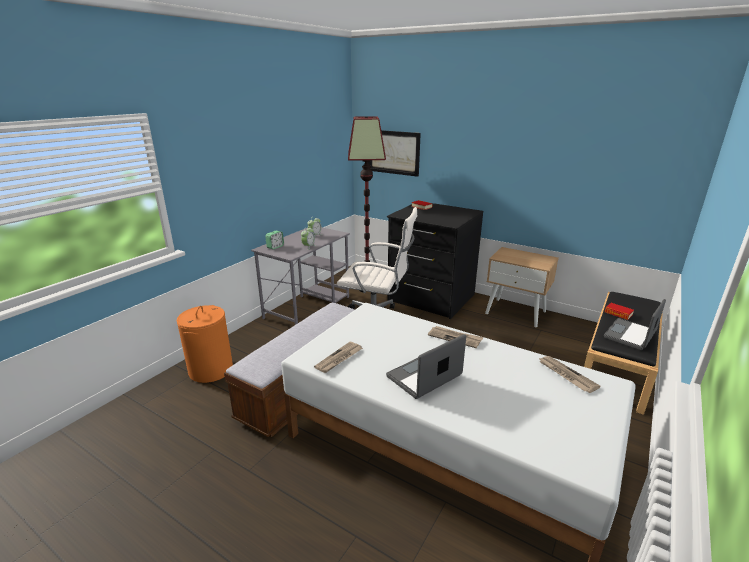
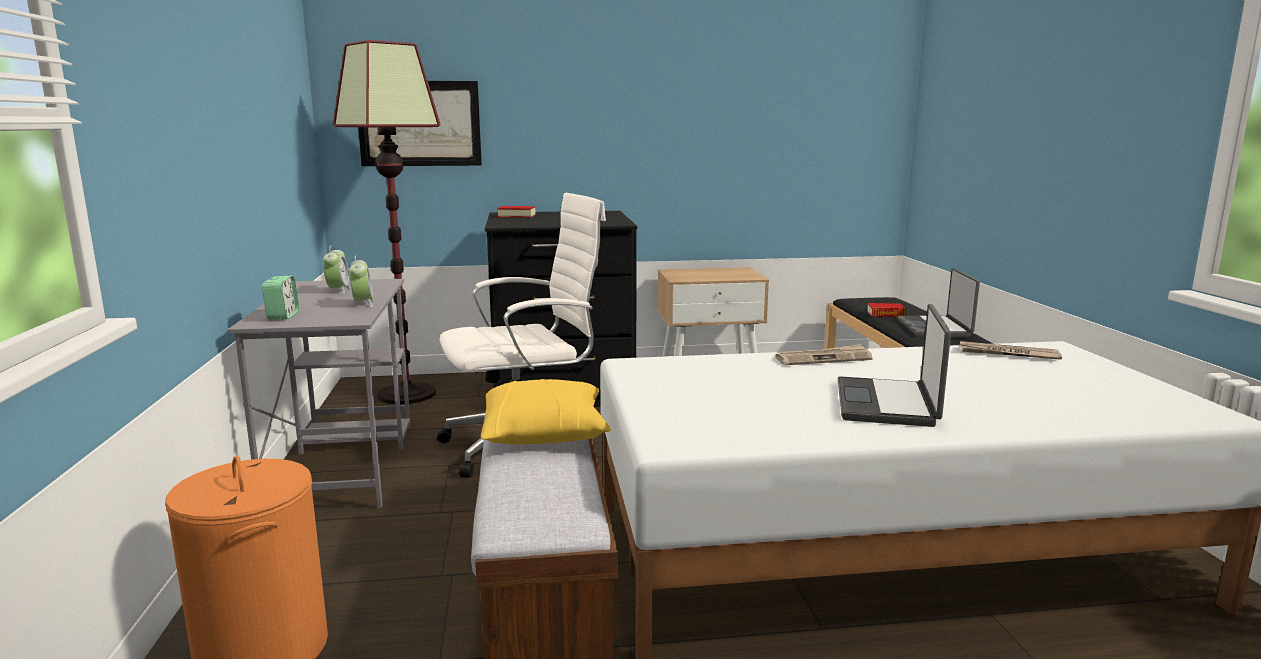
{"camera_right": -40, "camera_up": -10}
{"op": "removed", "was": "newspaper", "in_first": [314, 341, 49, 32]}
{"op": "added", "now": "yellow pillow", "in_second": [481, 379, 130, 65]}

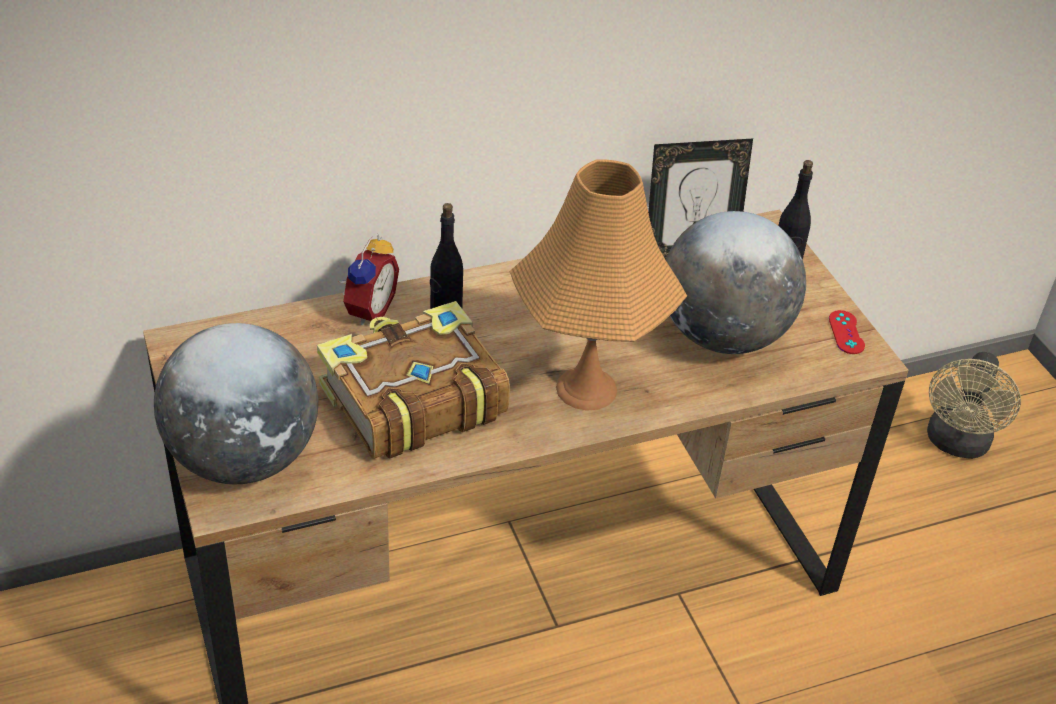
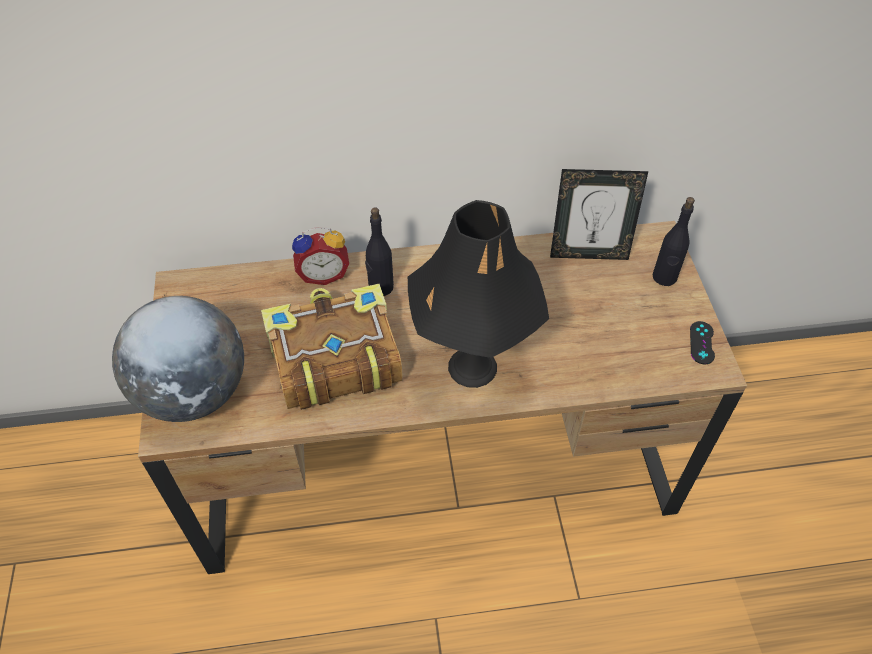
{"camera_right": 15, "camera_up": 10}
{"op": "recoloured", "was": "orange table lamp", "now": "black table lamp", "in_first": [509, 159, 178, 252], "in_second": [408, 200, 141, 188]}
{"op": "removed", "was": "globe", "in_first": [666, 211, 140, 143]}
{"op": "turned", "was": "alarm clock", "in_first": [339, 233, 60, 92], "in_second": [292, 227, 57, 58], "clockwise": 45}
{"op": "recoloured", "was": "red game controller", "now": "black game controller", "in_first": [829, 310, 36, 44], "in_second": [690, 321, 25, 43]}
{"op": "removed", "was": "beige fan", "in_first": [927, 352, 94, 107]}

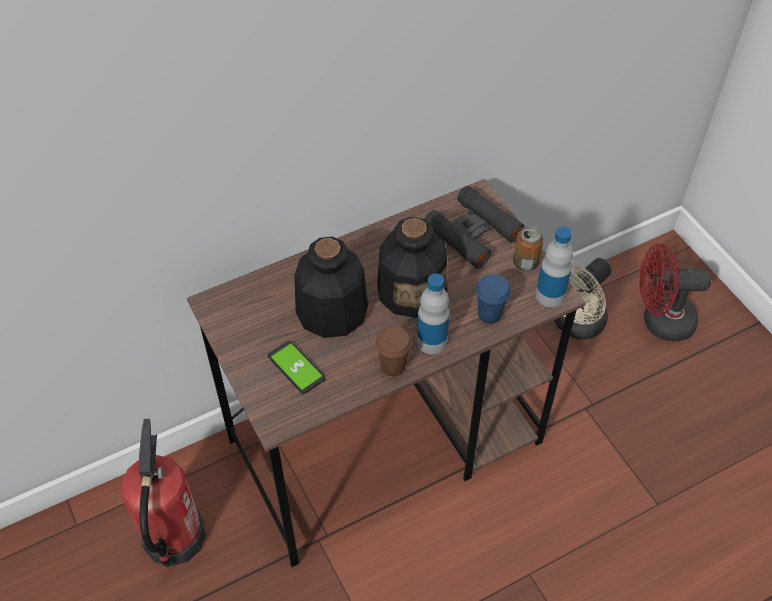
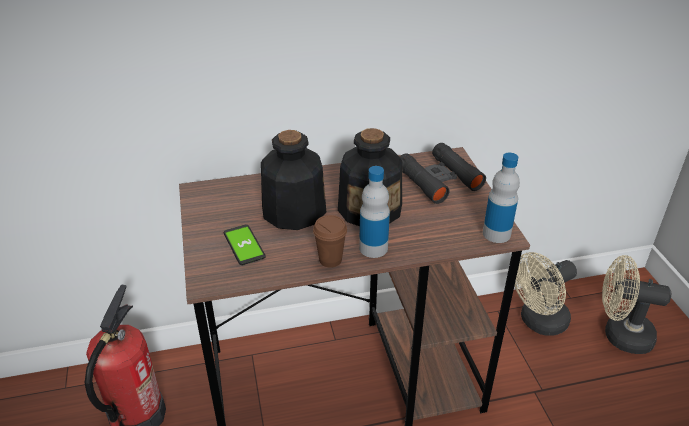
{"camera_right": 15, "camera_up": -15}
{"op": "removed", "was": "can", "in_first": [513, 226, 31, 45]}
{"op": "recoloured", "was": "red fan", "now": "beige fan", "in_first": [639, 244, 72, 98], "in_second": [602, 255, 69, 99]}
{"op": "removed", "was": "blue cup", "in_first": [476, 274, 35, 50]}

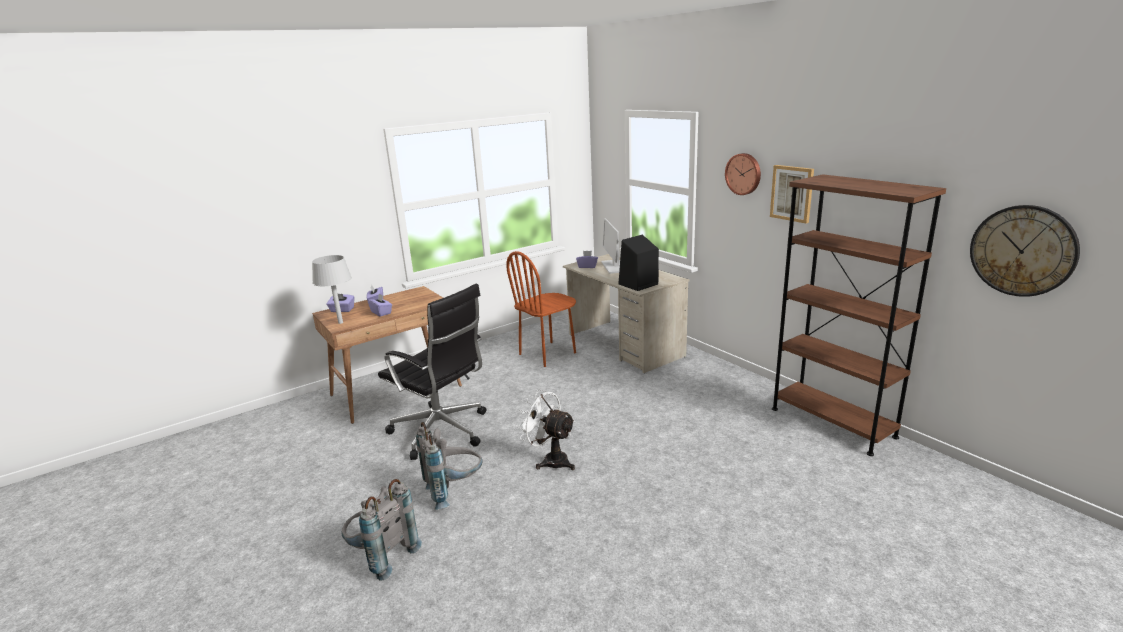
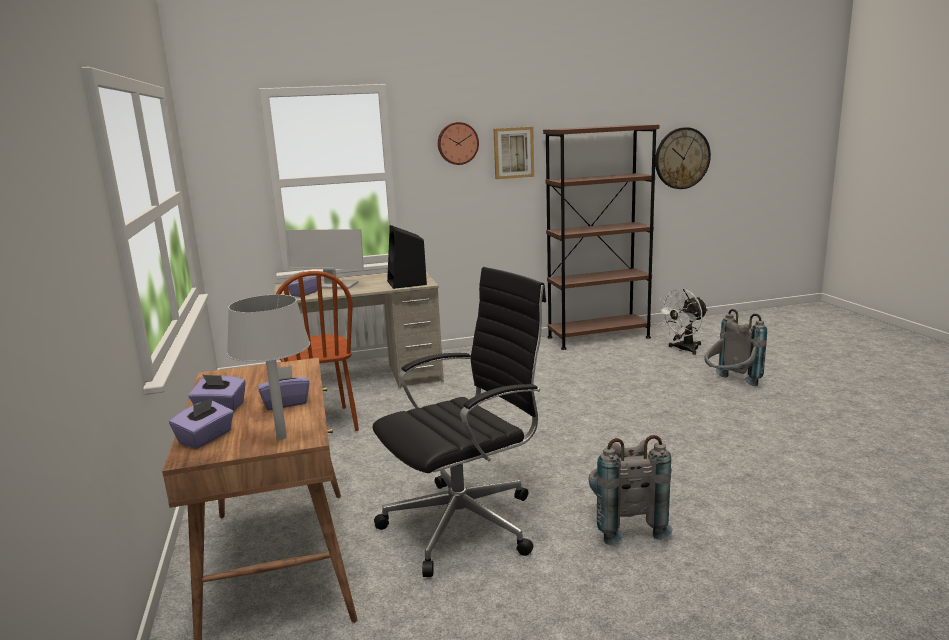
{"camera_right": -70, "camera_up": -5}
{"op": "moved", "was": "white fan", "in_first": [517, 389, 58, 81], "in_second": [657, 289, 51, 66]}
{"op": "moved", "was": "grey backpack", "in_first": [342, 479, 80, 102], "in_second": [704, 309, 63, 77]}

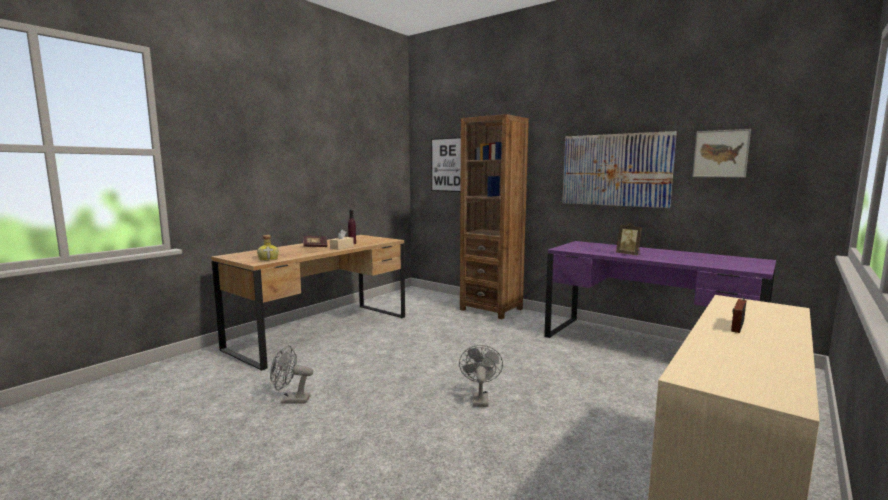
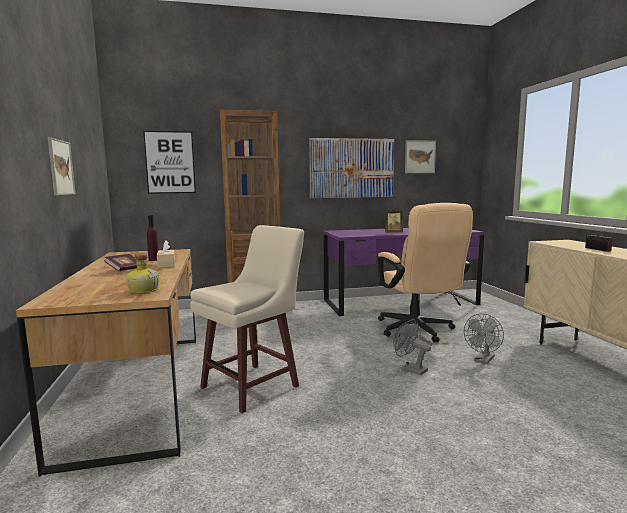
{"camera_right": -50, "camera_up": 0}
{"op": "moved", "was": "grey fan", "in_first": [270, 345, 43, 58], "in_second": [464, 313, 40, 51]}
{"op": "added", "now": "picture", "in_second": [48, 137, 27, 58]}
{"op": "added", "now": "beige office chair", "in_second": [378, 203, 95, 140]}
{"op": "added", "now": "beige stool", "in_second": [190, 225, 114, 188]}

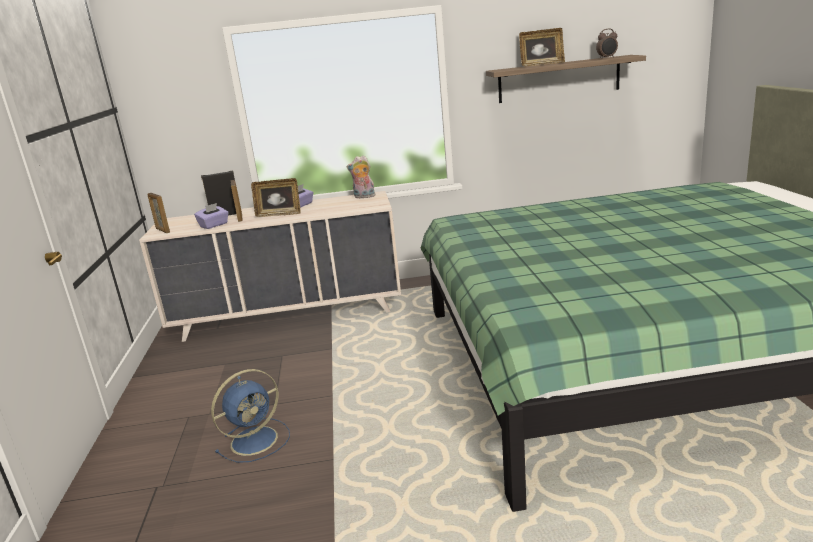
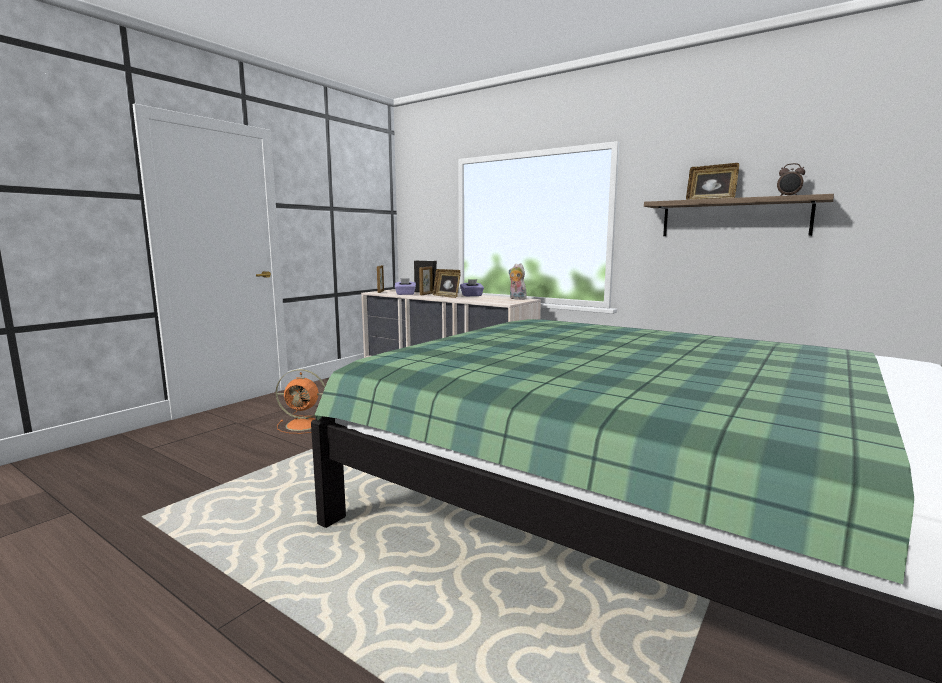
{"camera_right": 40, "camera_up": -10}
{"op": "recoloured", "was": "blue fan", "now": "orange fan", "in_first": [211, 369, 79, 94], "in_second": [276, 369, 49, 65]}

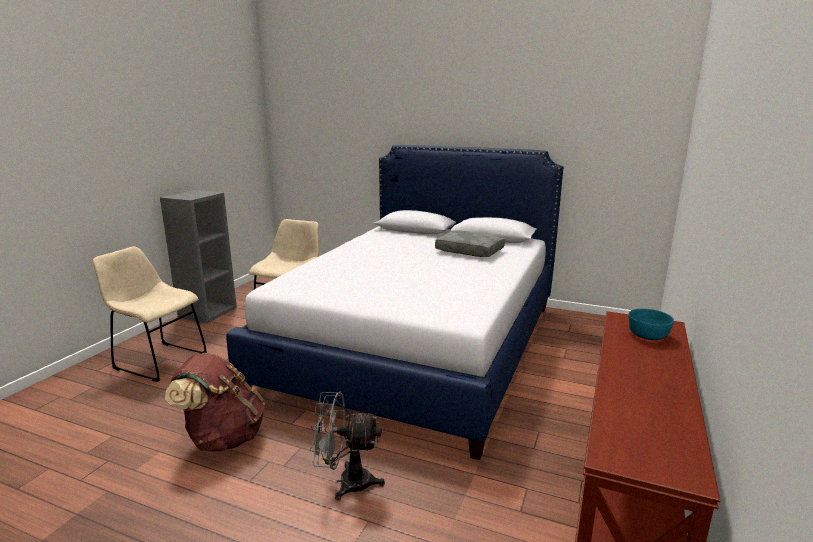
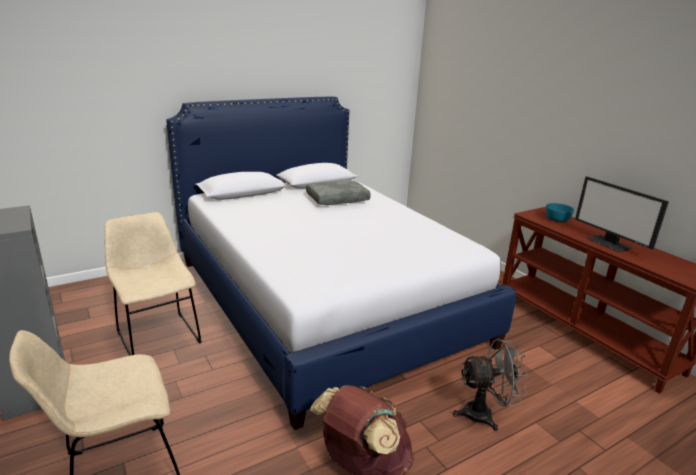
{"camera_right": -55, "camera_up": 5}
{"op": "turned", "was": "grey fan", "in_first": [310, 392, 75, 109], "in_second": [453, 339, 76, 92], "clockwise": -135}
{"op": "added", "now": "monitor", "in_second": [575, 176, 94, 76]}

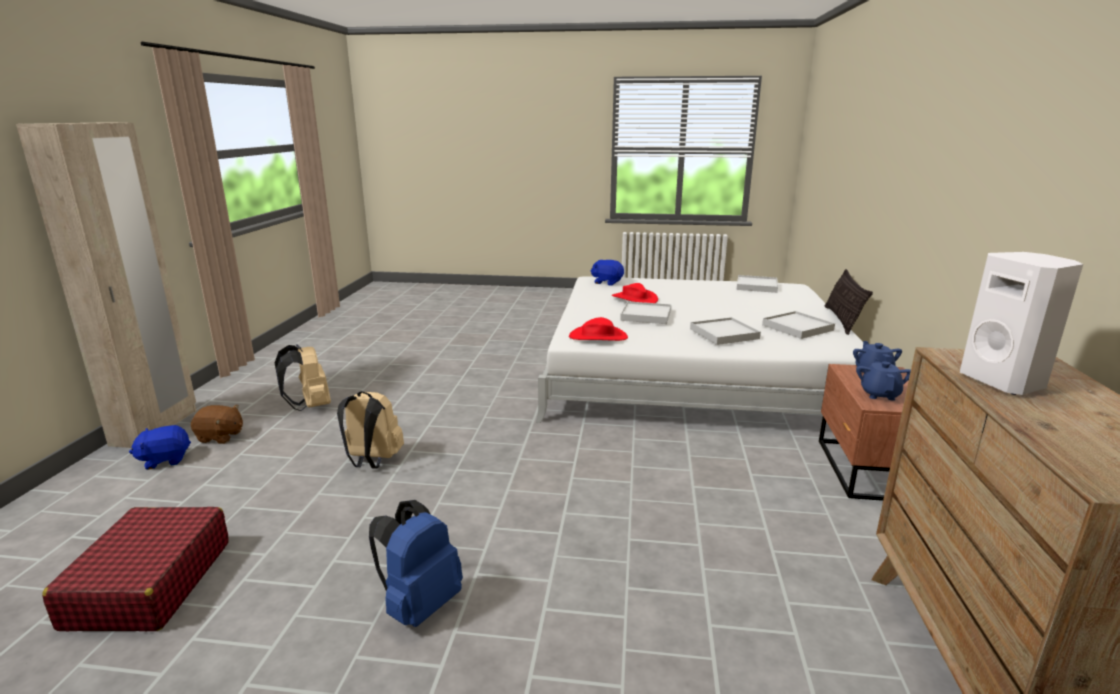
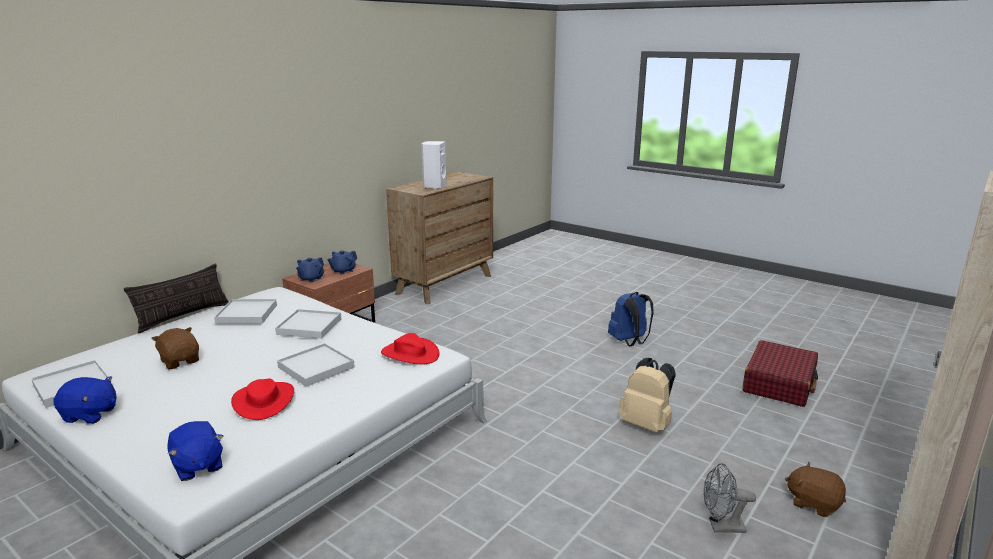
{"camera_right": -150, "camera_up": 0}
{"op": "replaced", "was": "beige backpack", "now": "grey fan", "in_first": [275, 344, 56, 67], "in_second": [704, 463, 52, 70]}
{"op": "moved", "was": "blue plush toy", "in_first": [129, 425, 62, 45], "in_second": [53, 376, 63, 48]}
{"op": "added", "now": "brown plush toy", "in_second": [151, 327, 48, 43]}

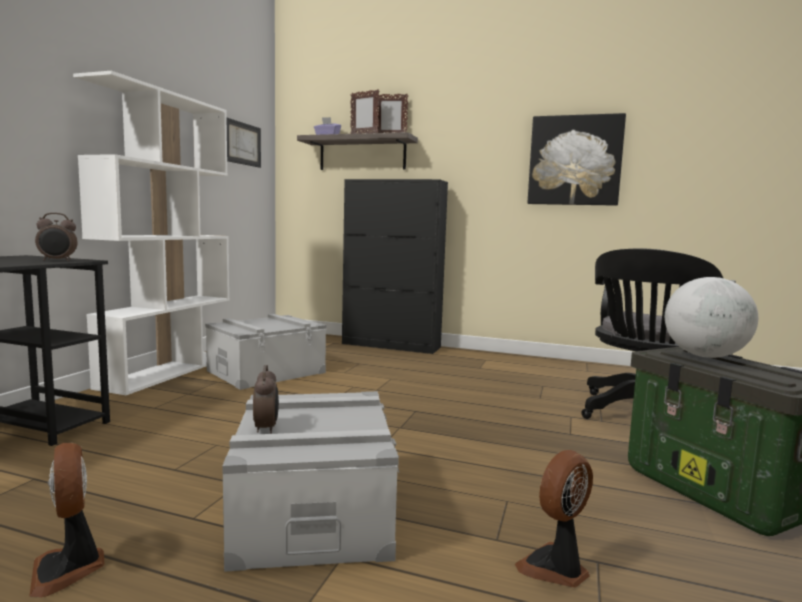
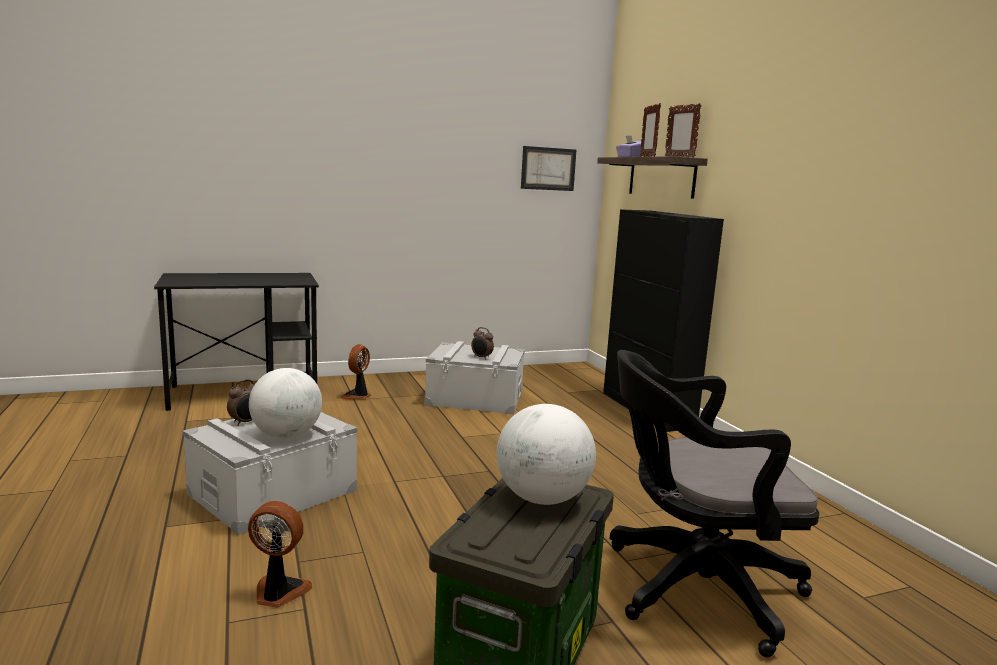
{"camera_right": 50, "camera_up": 5}
{"op": "removed", "was": "white bookcase", "in_first": [73, 71, 156, 324]}
{"op": "removed", "was": "picture", "in_first": [527, 113, 99, 93]}
{"op": "moved", "was": "alarm clock", "in_first": [35, 213, 43, 48], "in_second": [471, 327, 23, 33]}
{"op": "moved", "was": "fan", "in_first": [29, 443, 76, 155], "in_second": [340, 344, 31, 55]}
{"op": "added", "now": "globe", "in_second": [249, 368, 73, 70]}

